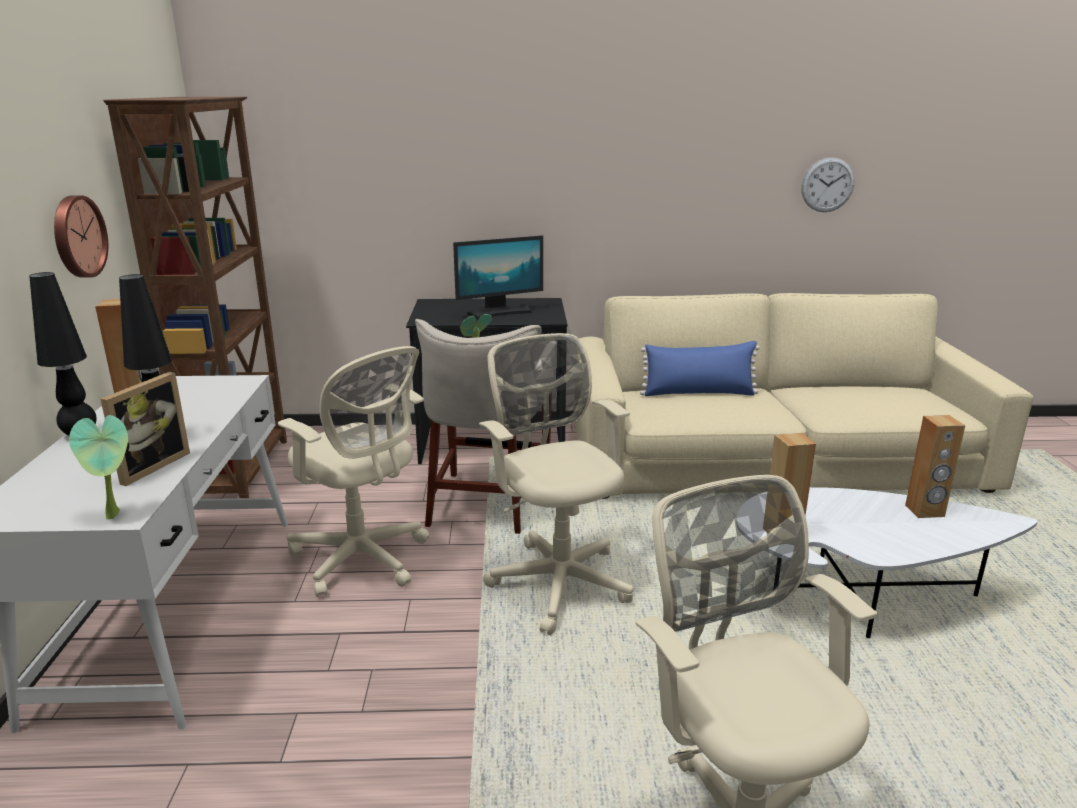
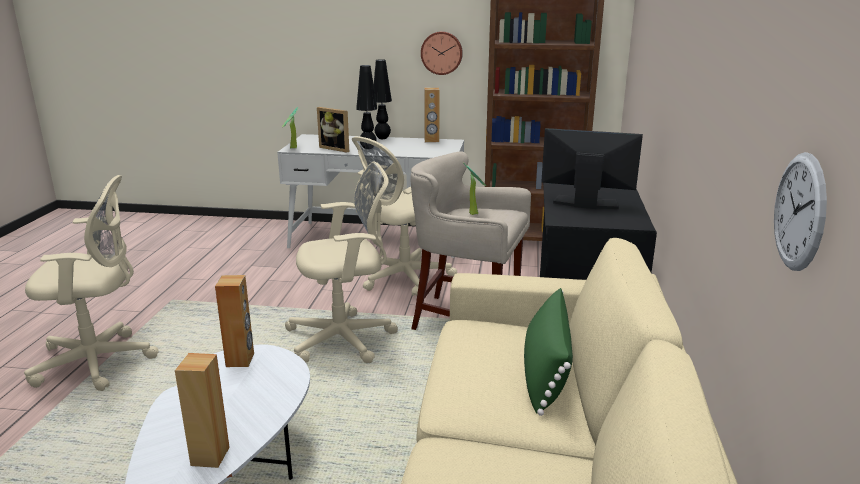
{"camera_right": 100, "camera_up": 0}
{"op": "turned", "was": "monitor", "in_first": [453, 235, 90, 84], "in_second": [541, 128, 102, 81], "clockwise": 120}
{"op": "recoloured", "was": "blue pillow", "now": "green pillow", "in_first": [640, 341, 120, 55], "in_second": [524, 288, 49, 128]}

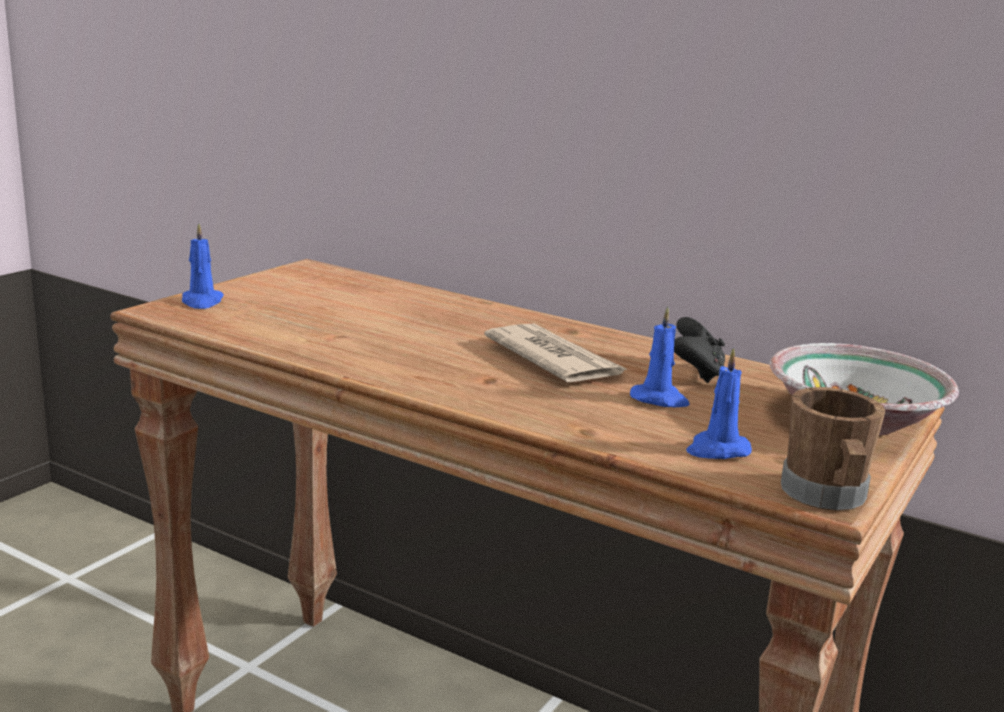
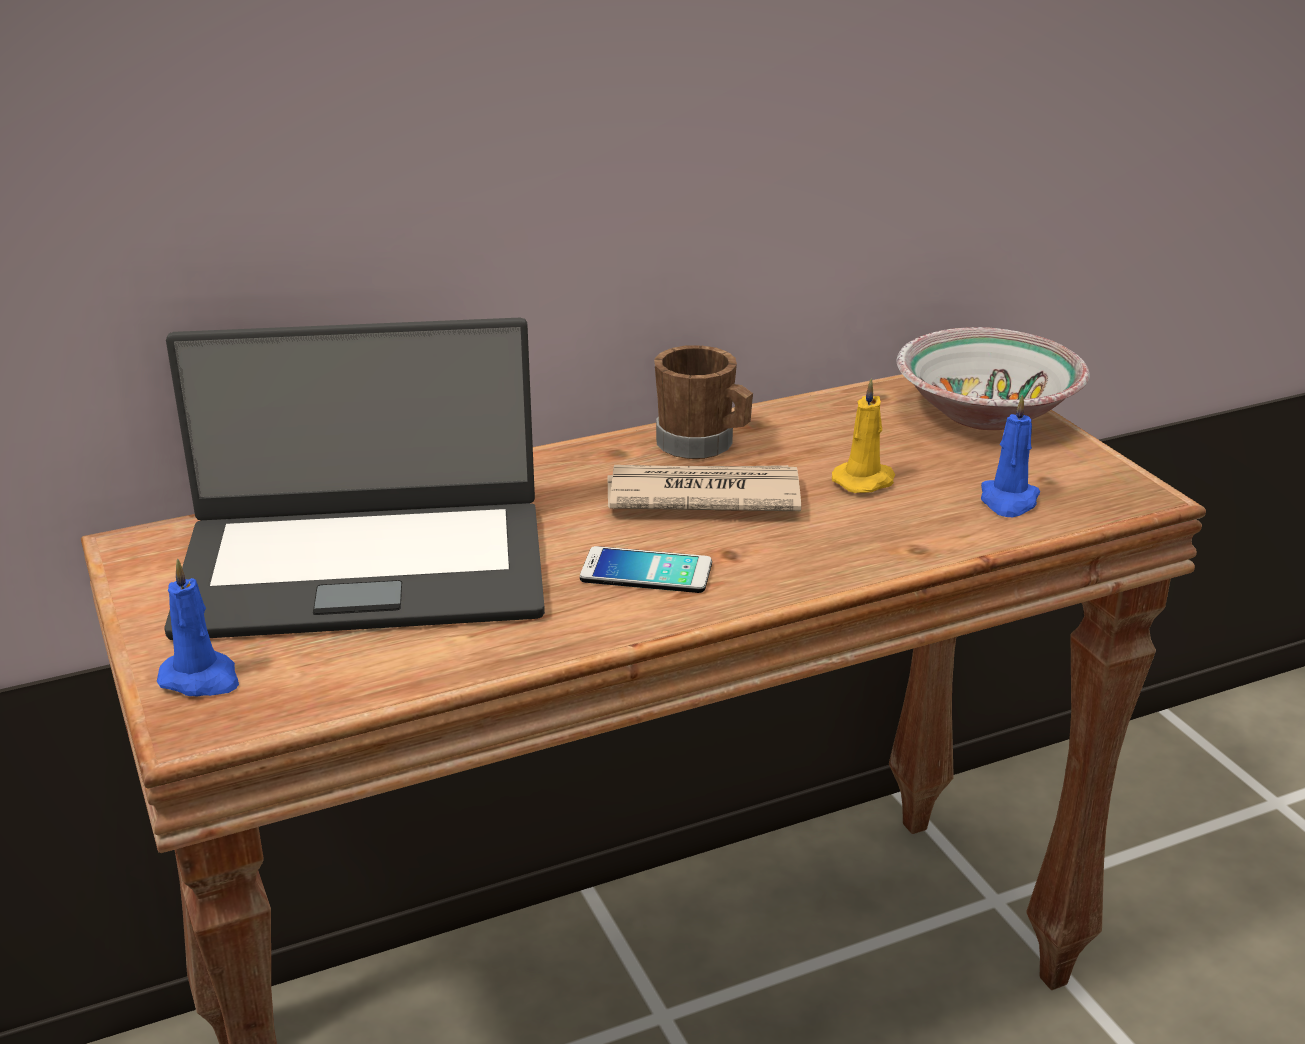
{"camera_right": -55, "camera_up": 10}
{"op": "recoloured", "was": "blue candle", "now": "yellow candle", "in_first": [630, 306, 60, 101], "in_second": [832, 378, 63, 115]}
{"op": "removed", "was": "black game controller", "in_first": [674, 317, 51, 66]}
{"op": "moved", "was": "brown mug", "in_first": [781, 387, 104, 124], "in_second": [654, 345, 99, 114]}
{"op": "added", "now": "laptop", "in_second": [164, 318, 381, 322]}
{"op": "added", "now": "phone", "in_second": [580, 546, 132, 47]}

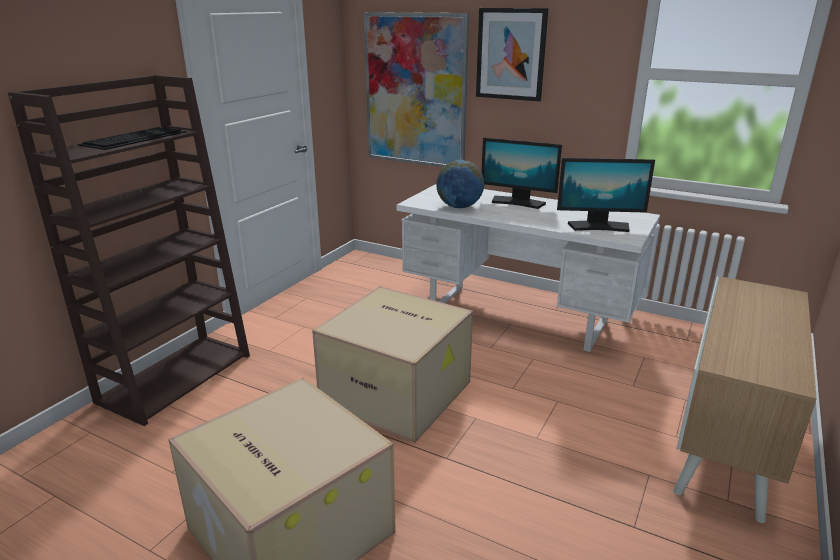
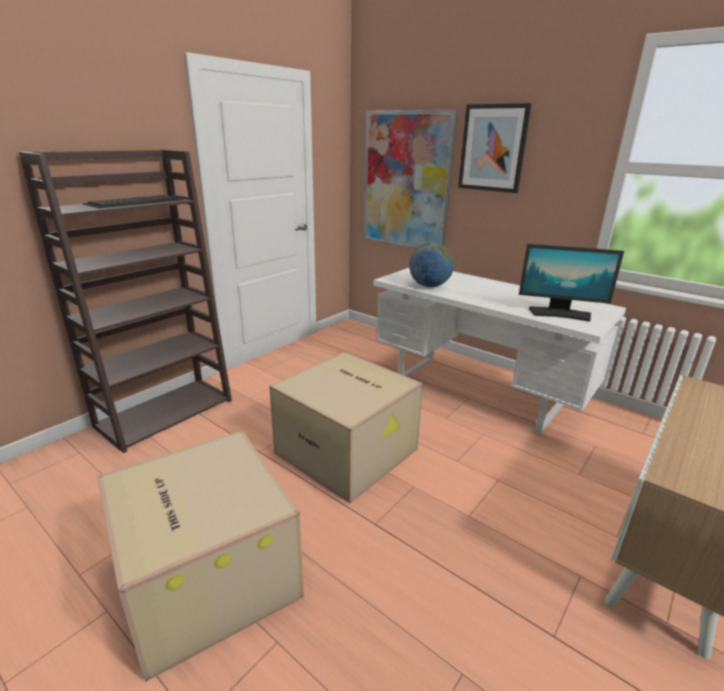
{"camera_right": 10, "camera_up": 0}
{"op": "removed", "was": "monitor", "in_first": [481, 138, 81, 71]}

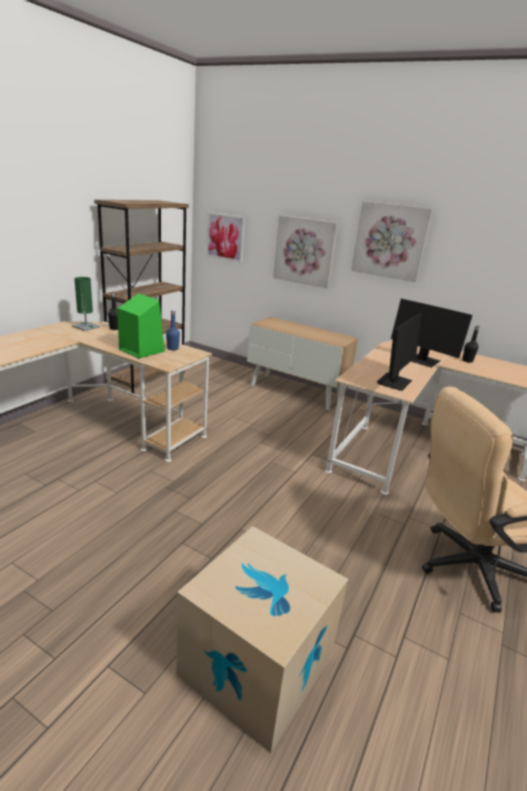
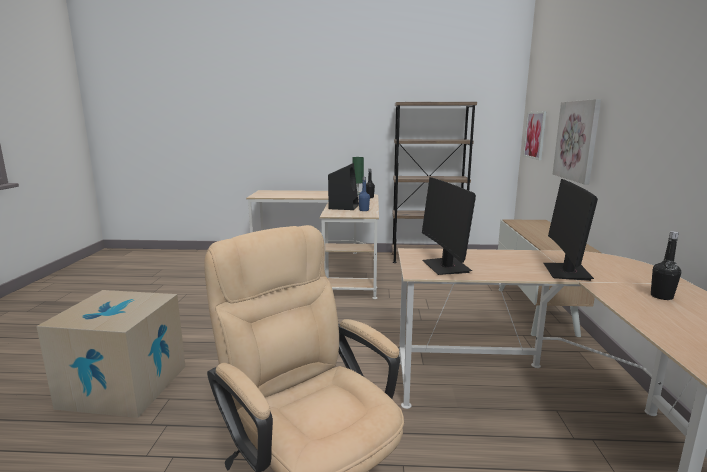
{"camera_right": 65, "camera_up": -10}
{"op": "removed", "was": "picture", "in_first": [351, 201, 82, 81]}
{"op": "recoloured", "was": "green speaker", "now": "black speaker", "in_first": [117, 293, 48, 65], "in_second": [328, 163, 31, 47]}
{"op": "turned", "was": "monitor", "in_first": [377, 313, 45, 78], "in_second": [422, 177, 54, 98], "clockwise": 75}

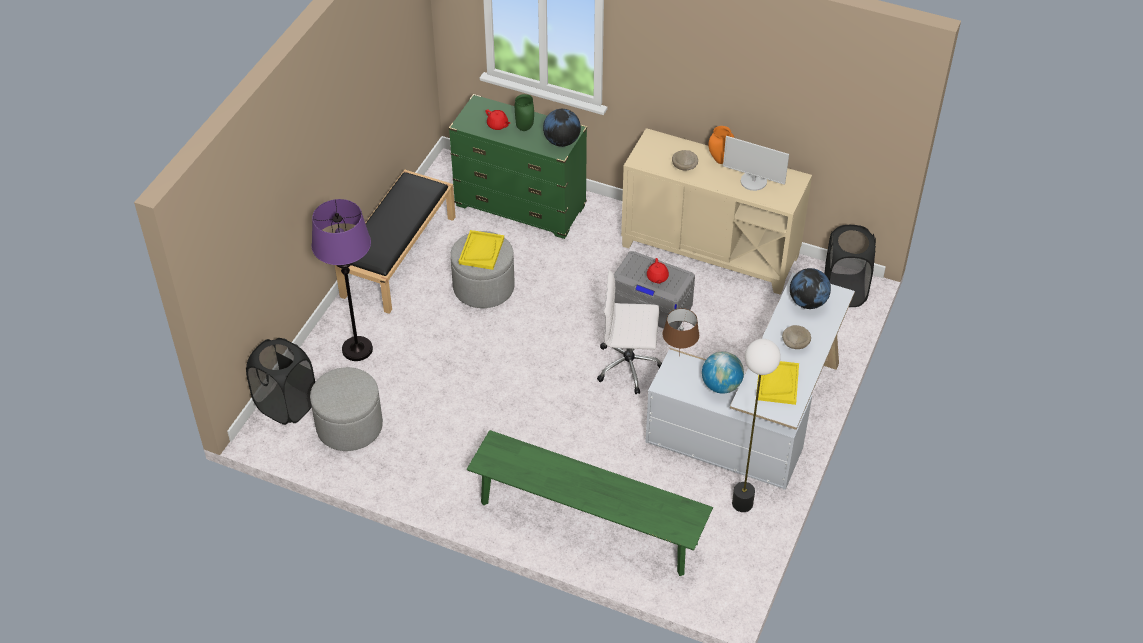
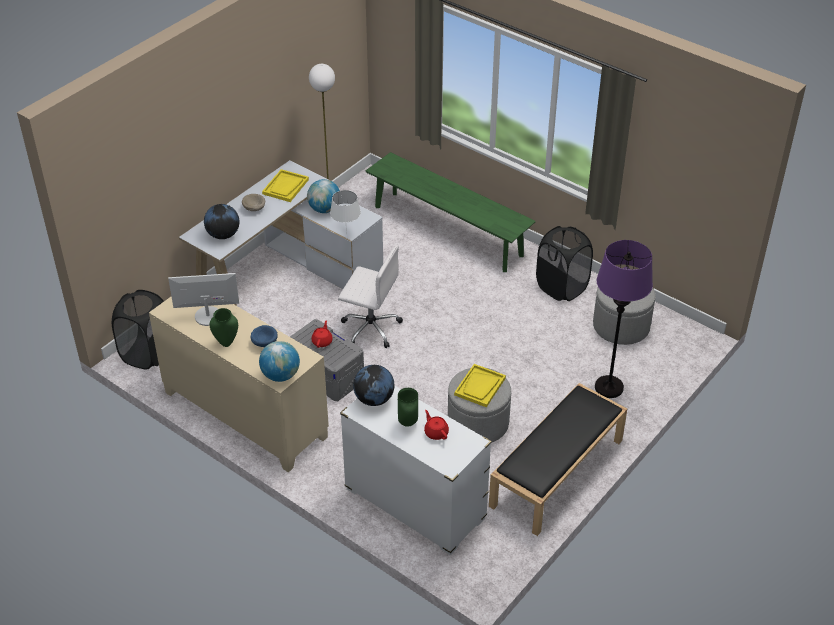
{"camera_right": -165, "camera_up": -5}
{"op": "recoloured", "was": "green dresser", "now": "white dresser", "in_first": [449, 94, 138, 145], "in_second": [340, 385, 152, 170]}
{"op": "recoloured", "was": "orange vase", "now": "green vase", "in_first": [708, 126, 26, 38], "in_second": [210, 308, 28, 39]}
{"op": "turned", "was": "monitor", "in_first": [723, 136, 66, 55], "in_second": [168, 273, 71, 53], "clockwise": -45}
{"op": "recoloured", "was": "beige bowl", "now": "blue bowl", "in_first": [672, 150, 26, 20], "in_second": [251, 325, 27, 22]}
{"op": "recoloured", "was": "brown table lamp", "now": "white table lamp", "in_first": [663, 308, 36, 48], "in_second": [330, 190, 31, 44]}
{"op": "moved", "was": "black laundry basket", "in_first": [246, 338, 69, 87], "in_second": [536, 226, 57, 75]}
{"op": "added", "now": "globe", "in_second": [259, 341, 41, 41]}

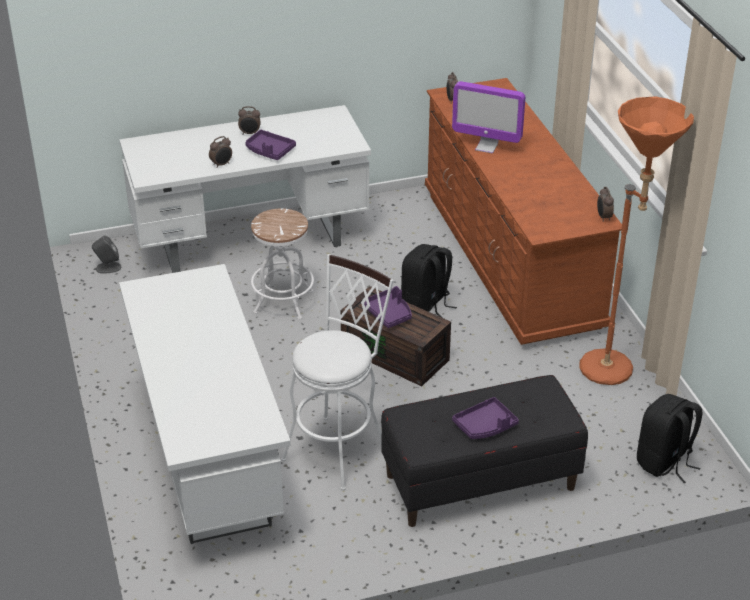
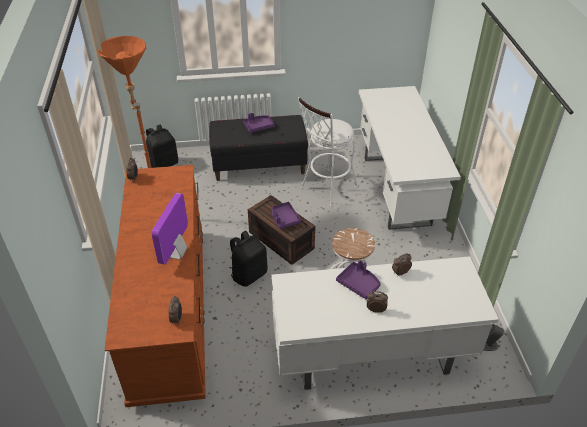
{"camera_right": -170, "camera_up": 5}
{"op": "turned", "was": "monitor", "in_first": [452, 81, 73, 72], "in_second": [152, 193, 36, 72], "clockwise": -105}

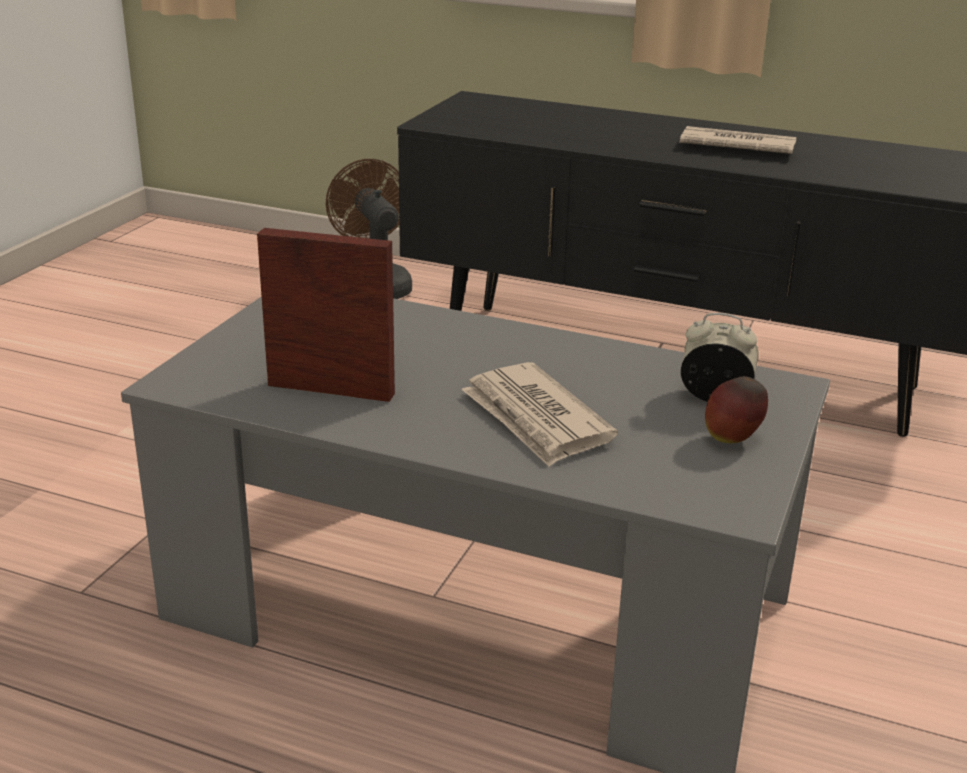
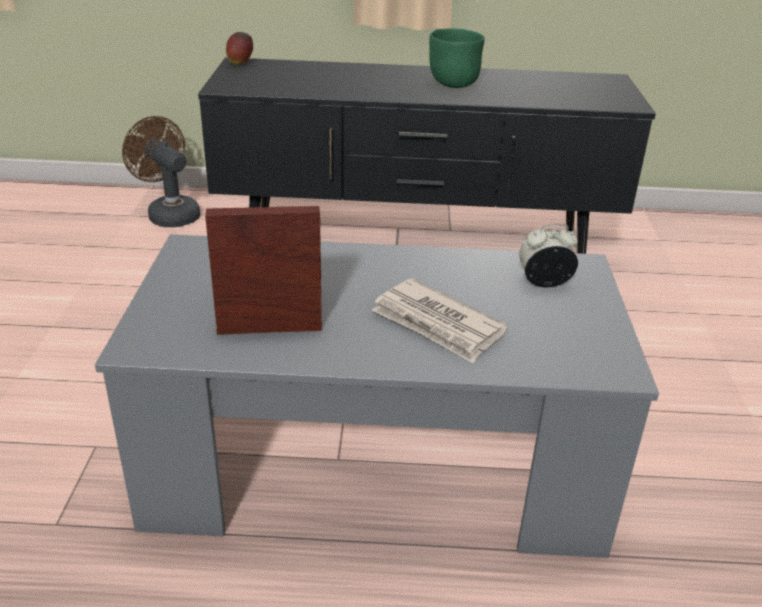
{"camera_right": -20, "camera_up": 5}
{"op": "replaced", "was": "newspaper", "now": "green bowl", "in_first": [679, 126, 118, 28], "in_second": [429, 28, 56, 60]}
{"op": "moved", "was": "apple", "in_first": [705, 376, 63, 67], "in_second": [226, 32, 27, 33]}

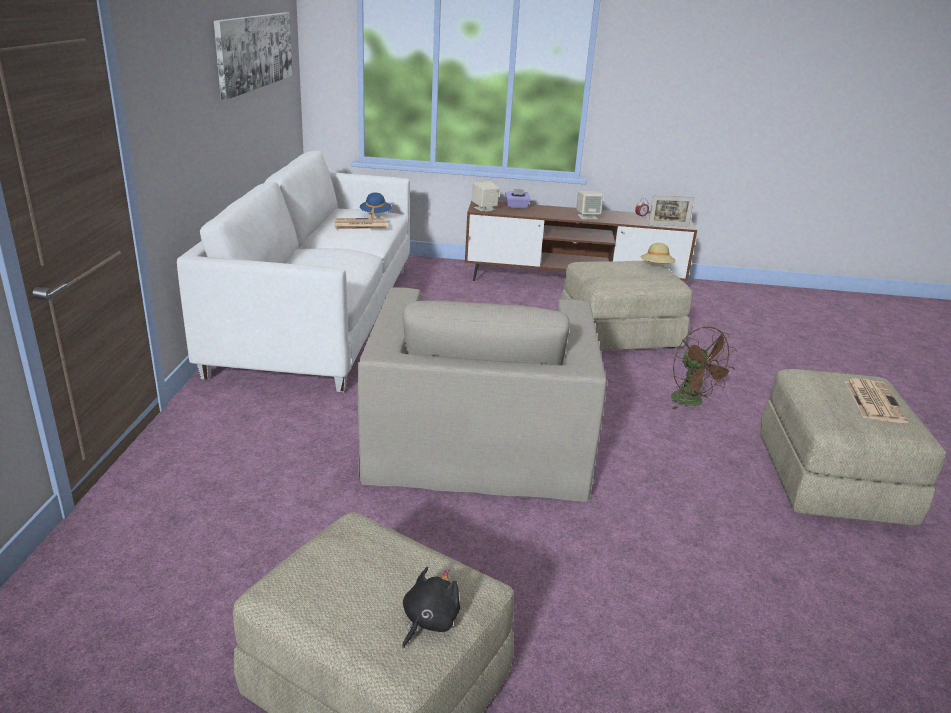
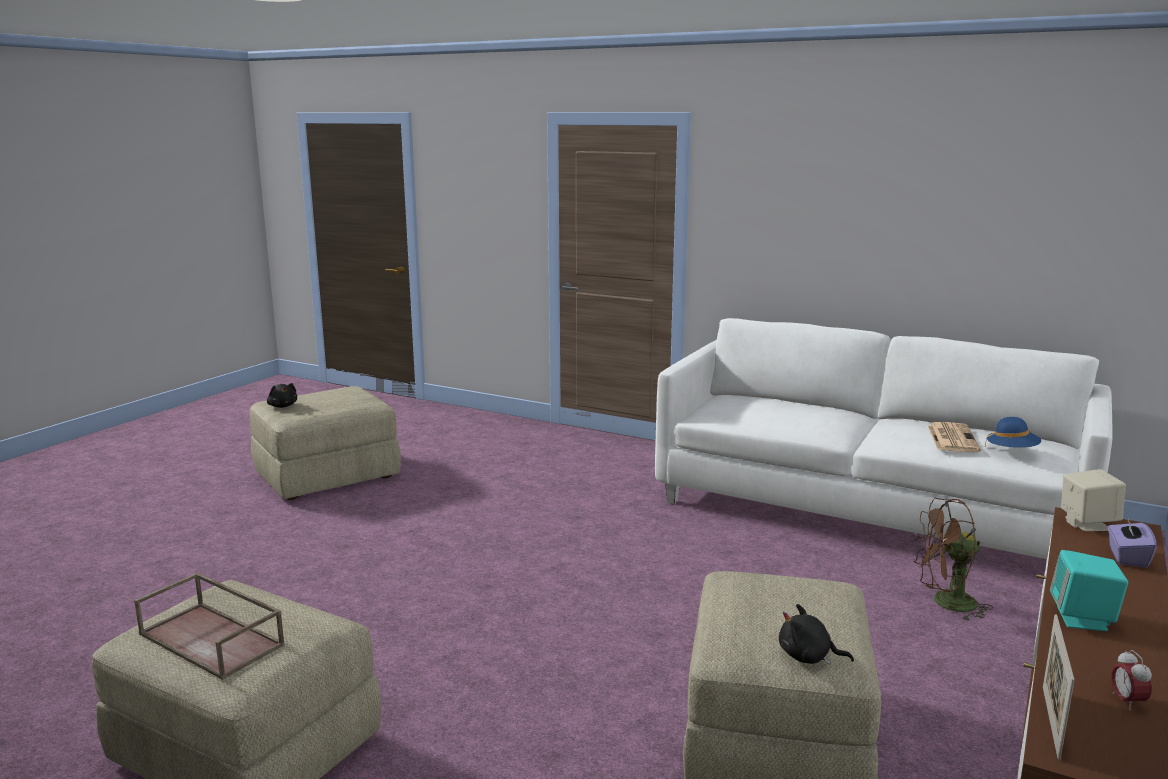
{"camera_right": 115, "camera_up": -10}
{"op": "removed", "was": "picture", "in_first": [214, 12, 79, 88]}
{"op": "recoloured", "was": "beige speaker", "now": "turquoise speaker", "in_first": [576, 191, 27, 28], "in_second": [1050, 550, 78, 81]}
{"op": "replaced", "was": "beige hat", "now": "black plush toy", "in_first": [641, 243, 35, 20], "in_second": [779, 604, 75, 61]}
{"op": "removed", "was": "beige armchair", "in_first": [358, 287, 249, 215]}
{"op": "moved", "was": "brown fan", "in_first": [671, 327, 66, 83], "in_second": [914, 498, 79, 123]}
{"op": "replaced", "was": "newspaper", "now": "brown tray", "in_first": [845, 378, 64, 45], "in_second": [134, 573, 151, 107]}

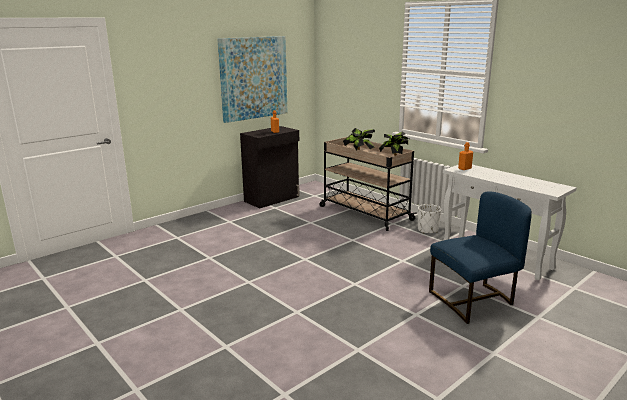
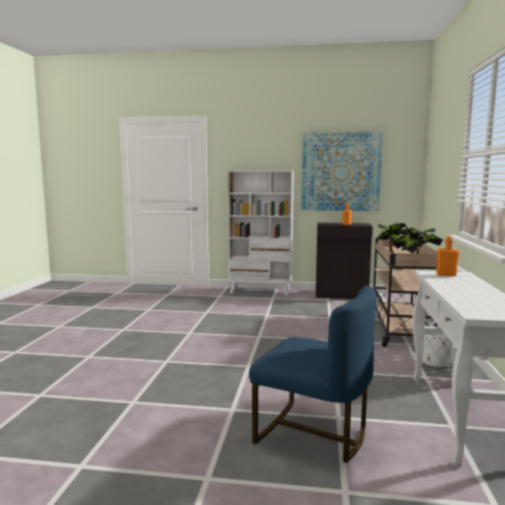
{"camera_right": 50, "camera_up": -10}
{"op": "added", "now": "white bookcase", "in_second": [228, 170, 66, 126]}

